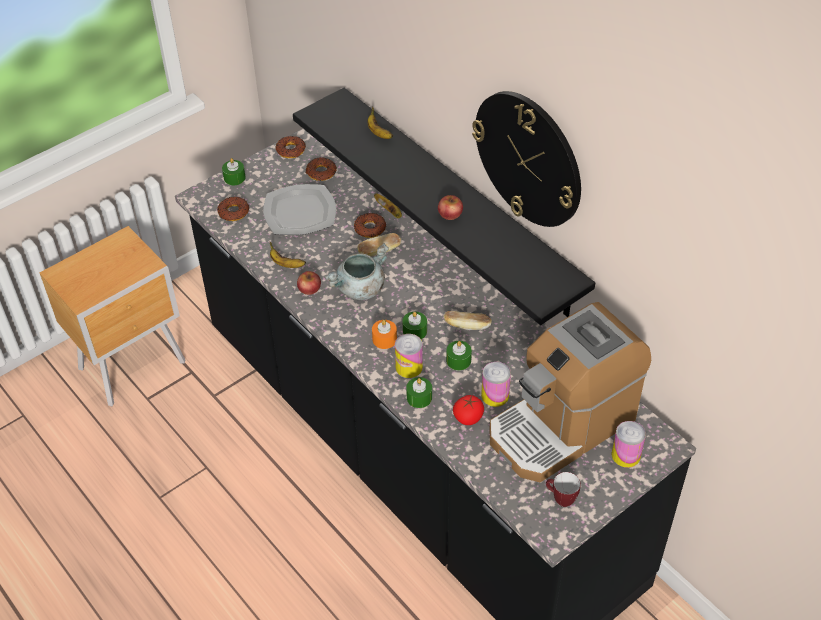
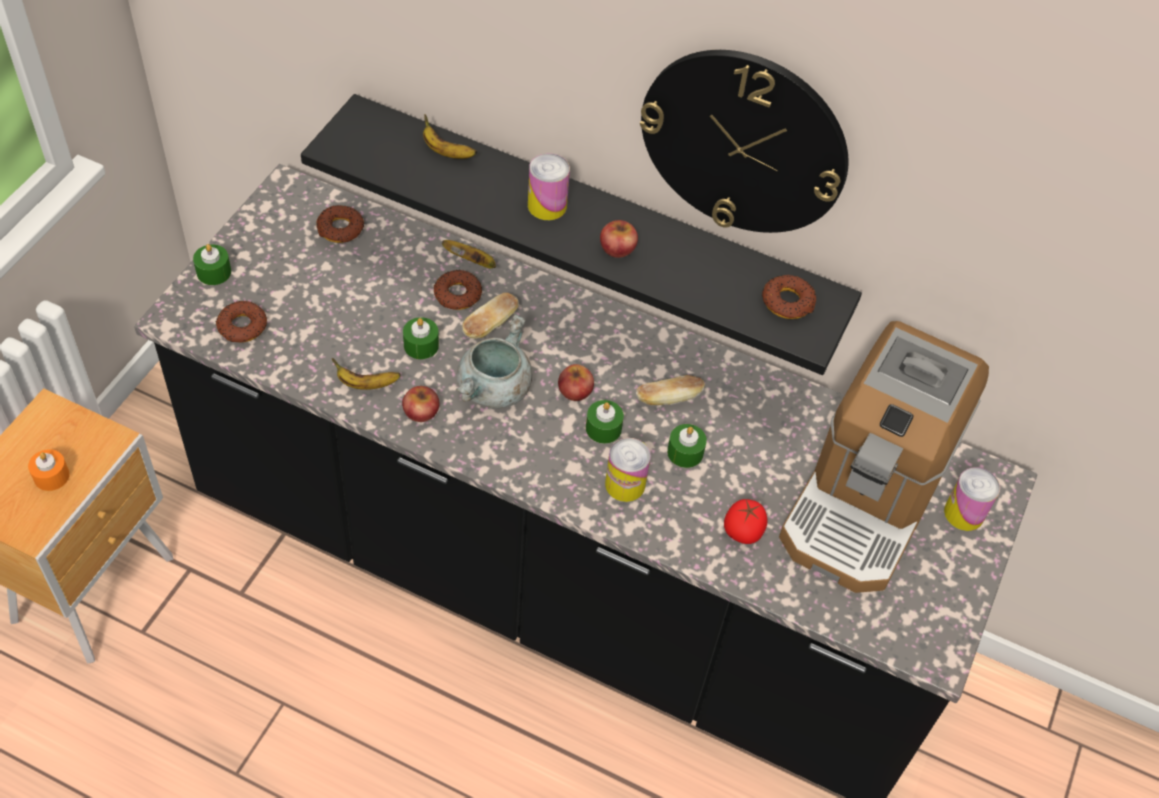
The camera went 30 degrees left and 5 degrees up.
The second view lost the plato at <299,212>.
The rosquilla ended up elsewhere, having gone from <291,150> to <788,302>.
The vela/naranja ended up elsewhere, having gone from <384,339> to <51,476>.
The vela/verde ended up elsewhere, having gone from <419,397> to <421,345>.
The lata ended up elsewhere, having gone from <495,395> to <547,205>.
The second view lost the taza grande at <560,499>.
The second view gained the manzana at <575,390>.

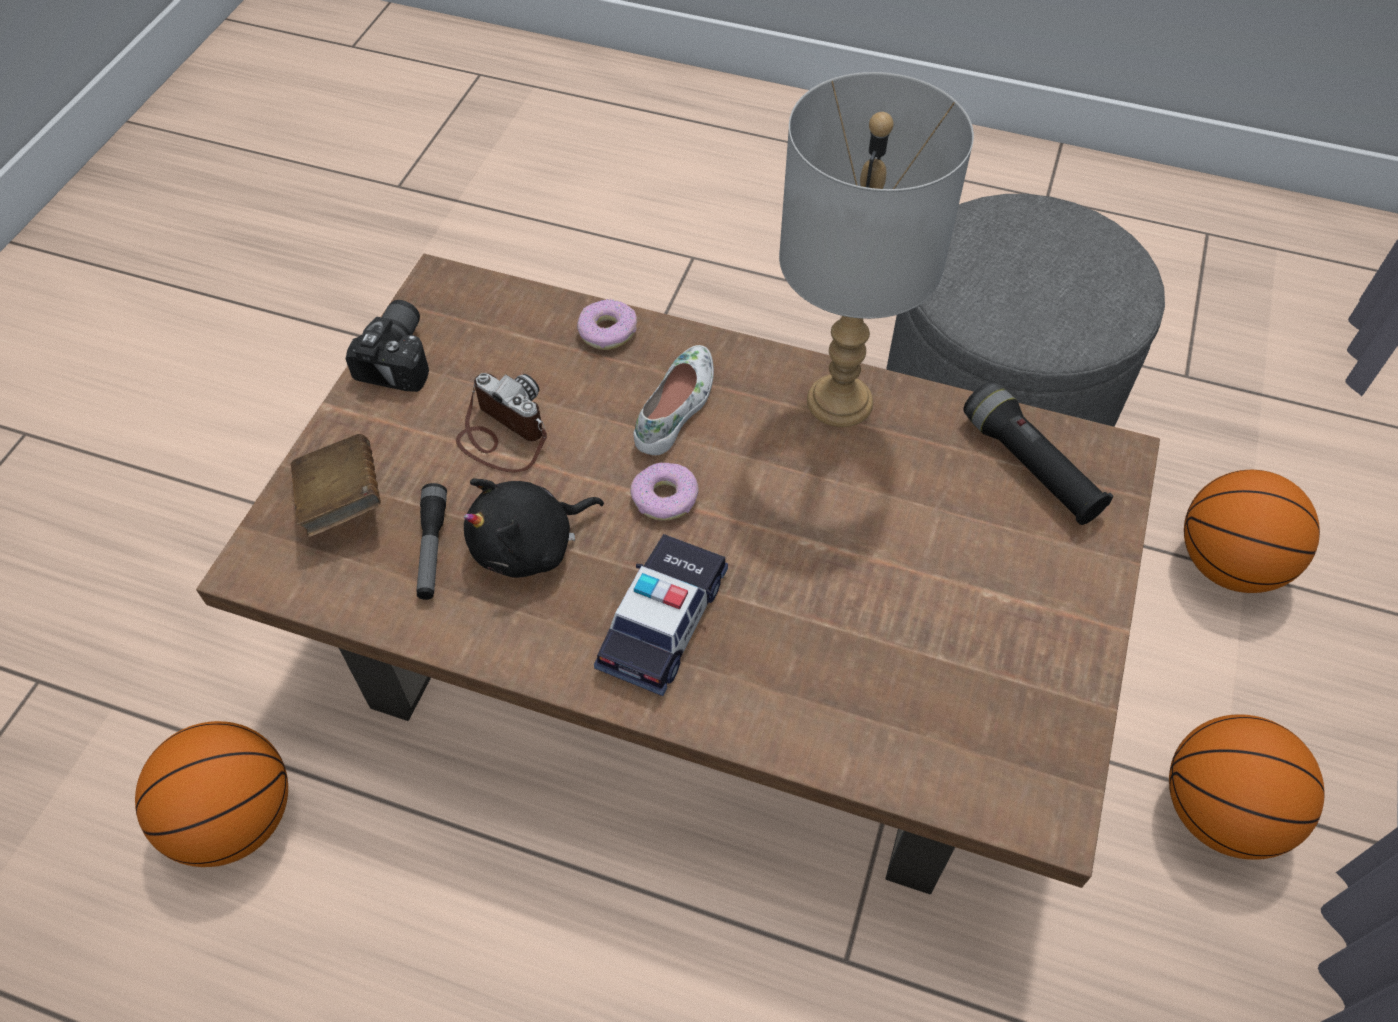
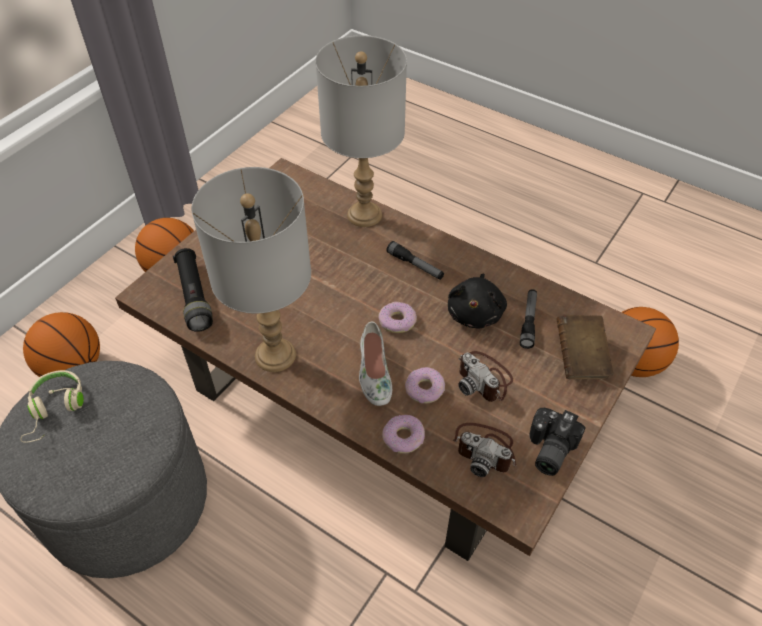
The camera went 165 degrees left and 5 degrees down.
The peluche/negro at <530,545> ended up facing another way, 120 degrees clockwise from before.
Where the coche de juguete stood at <663,621>, the linterna came to stand at <415,265>.
The zapato/blanco at <677,407> ended up facing another way, 45 degrees counterclockwise from before.
The second view gained the auriculares/beis at <55,409>.
The second view gained the lámpara de mesa/gris at <364,215>.
The second view gained the rosquilla at <425,389>.
The second view gained the cámara at <485,449>.

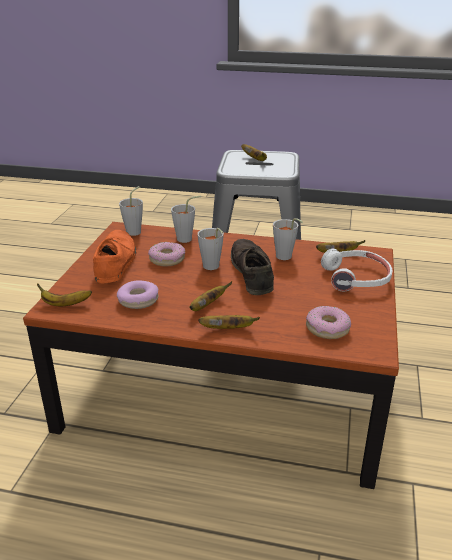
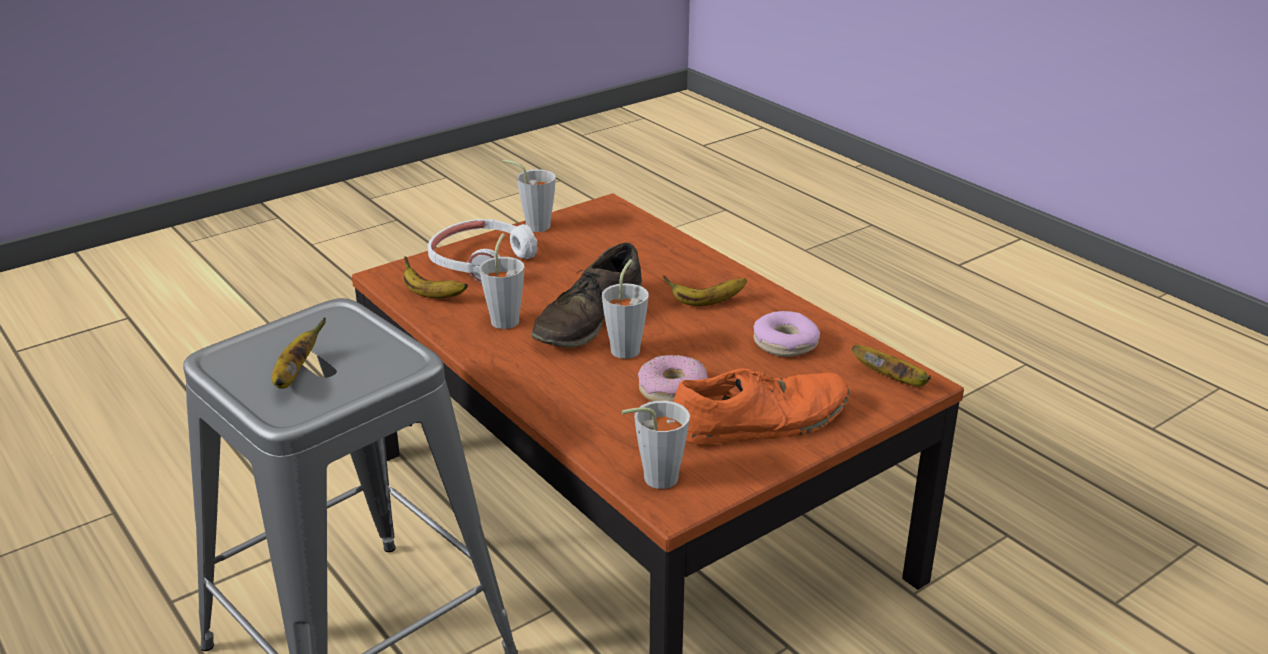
The camera went 140 degrees left and 0 degrees up.
The zapato/naranja at <115,262> ended up facing another way, 150 degrees counterclockwise from before.
The taza/gris ended up elsewhere, having gone from <188,238> to <532,225>.
The second view lost the plátano at <228,329>.
The second view lost the rosquilla at <327,328>.

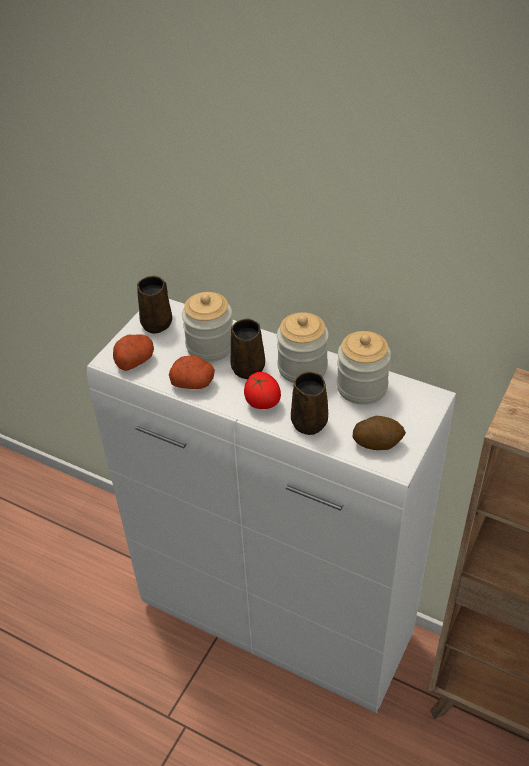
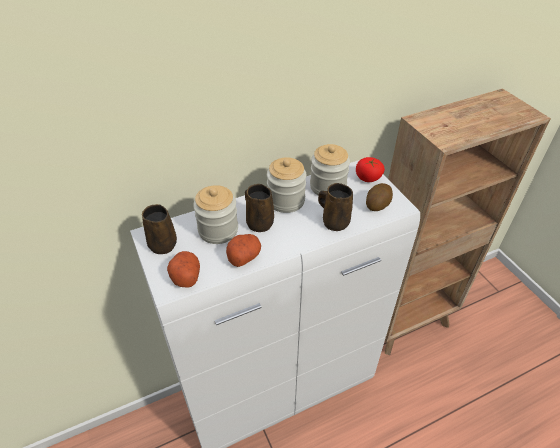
The camera went 55 degrees left and 0 degrees up.
The tomate ended up elsewhere, having gone from <262,402> to <368,178>.

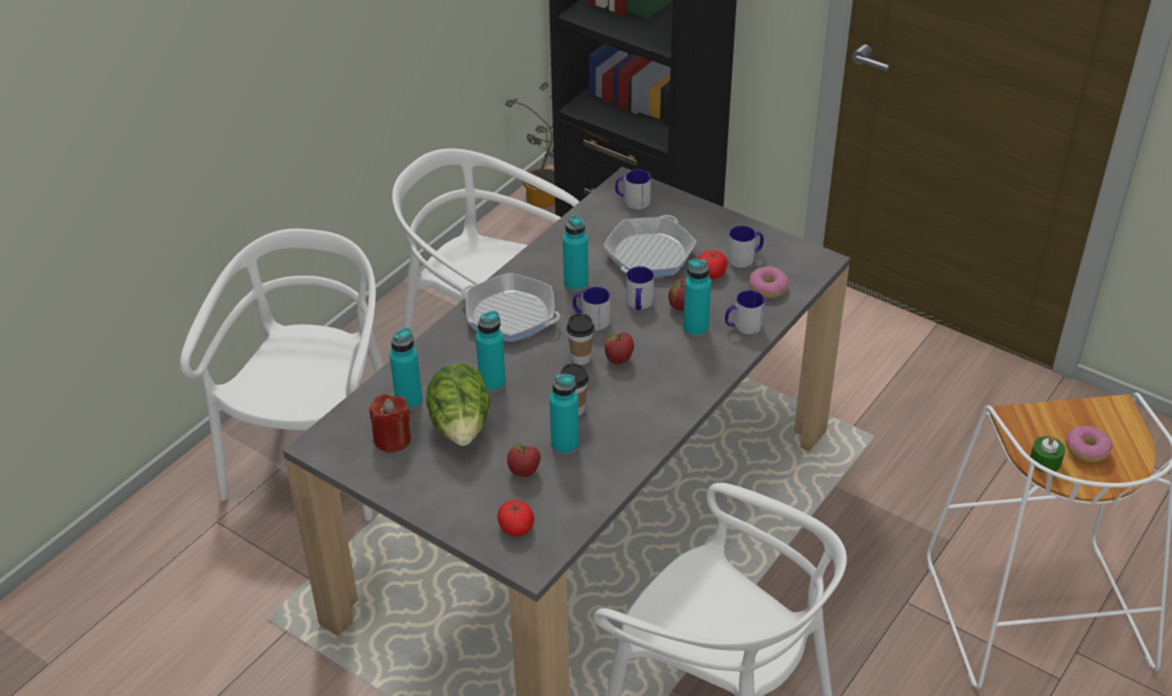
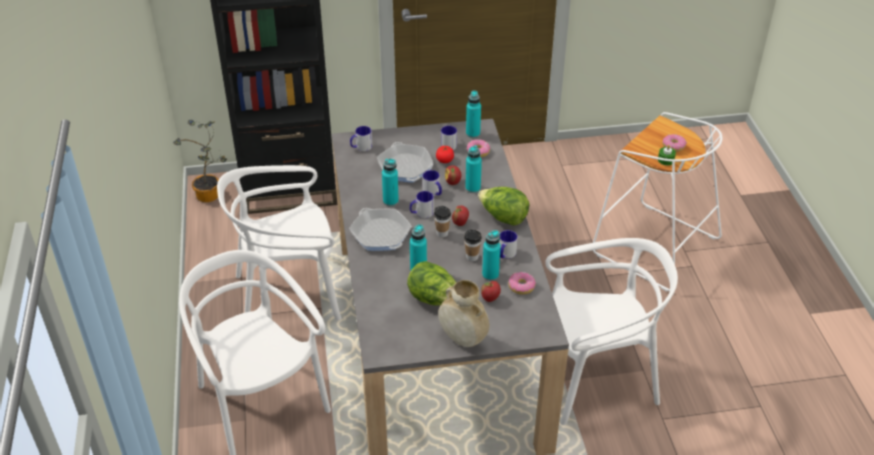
The camera went 45 degrees left and 0 degrees up.
The second view lost the vela/rojo at <392,439>.
The botella/turquesa ended up elsewhere, having gone from <409,401> to <473,134>.
The sartén at <510,315> ended up facing another way, 105 degrees counterclockwise from before.
The second view lost the tomate at <516,527>.
The taza grande ended up elsewhere, having gone from <742,326> to <505,254>.
The second view gained the florero/beis at <462,338>.
The second view gained the lechuga at <503,217>.
The second view gained the rosquilla at <521,287>.

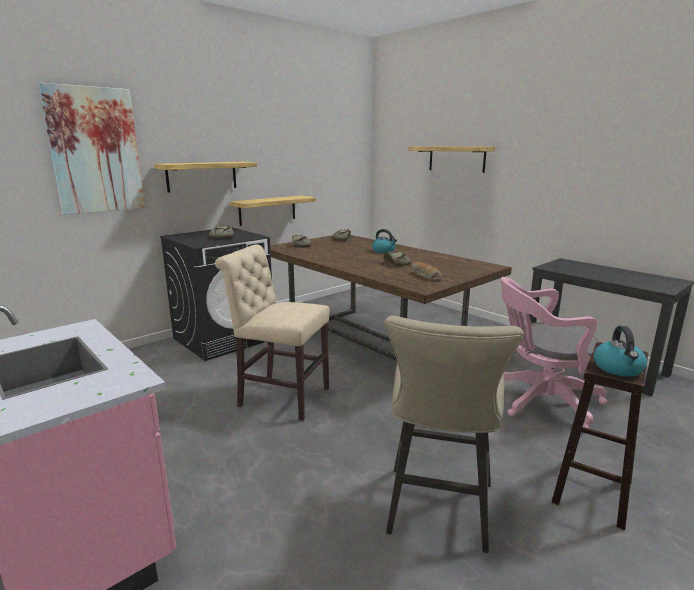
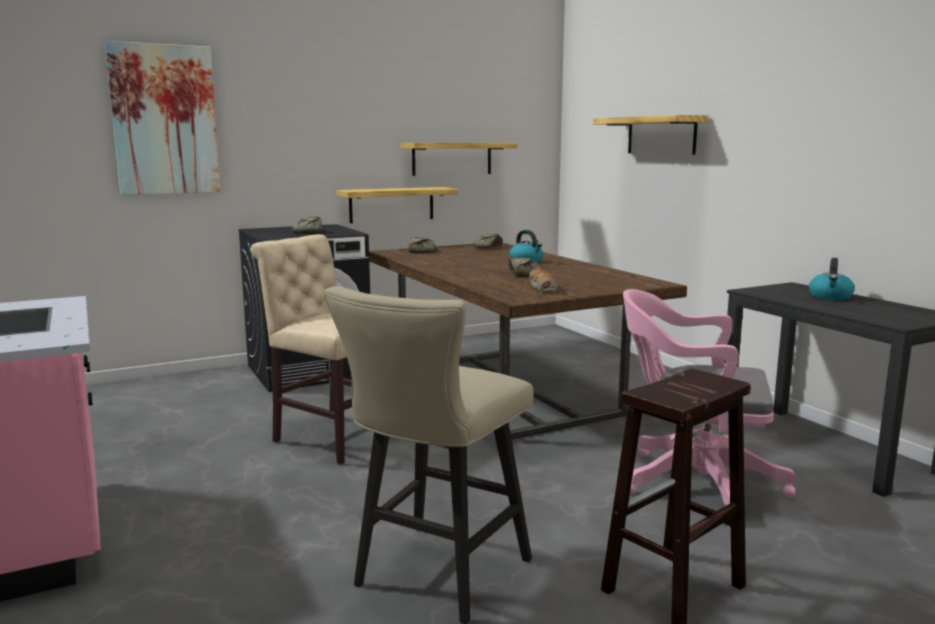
The camera went 15 degrees right and 5 degrees down.
The estante ended up elsewhere, having gone from <202,176> to <452,158>.
The hervidor ended up elsewhere, having gone from <618,368> to <830,297>.

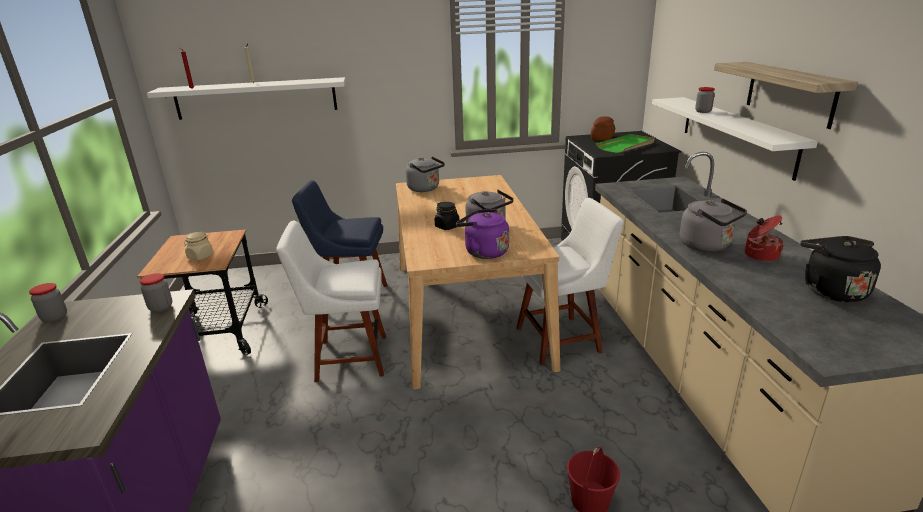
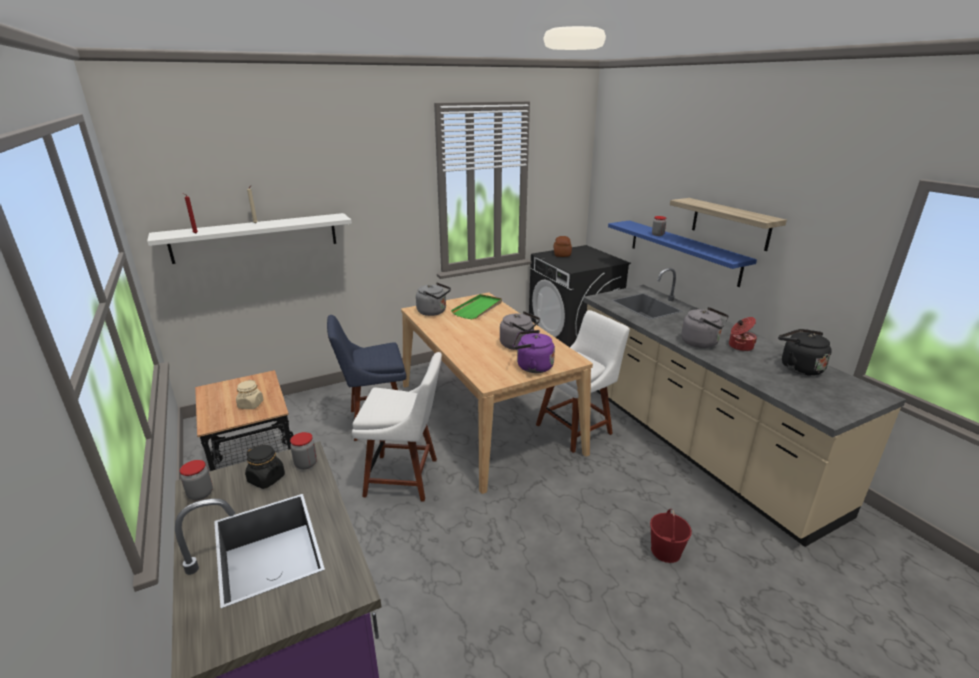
The camera went 20 degrees left and 0 degrees up.
The silla/blanco at <347,358> ended up facing another way, 150 degrees counterclockwise from before.
The tarro/negro ended up elsewhere, having gone from <447,226> to <267,479>.
The bandeja/verde ended up elsewhere, having gone from <626,146> to <478,308>.
What was the estante/blanco at <735,134> turned into the estante/azul at <683,251>.

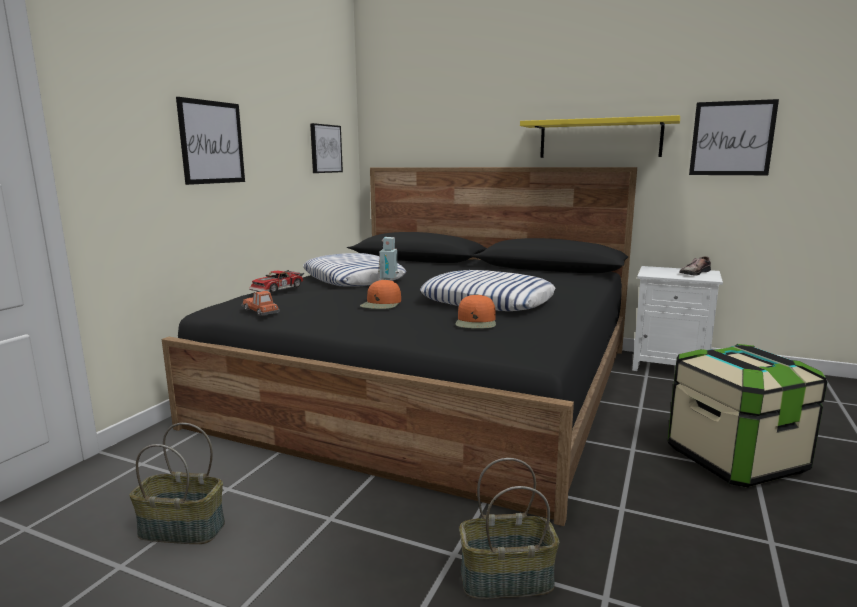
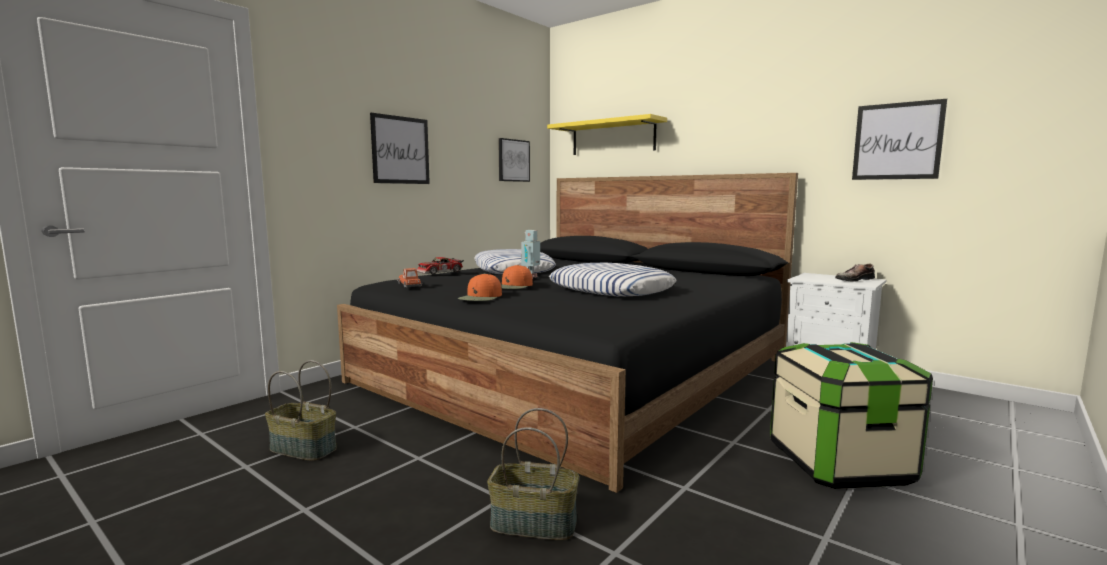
The camera went 15 degrees right and 5 degrees down.
The gorra/naranja ended up elsewhere, having gone from <476,322> to <481,297>.
The estante/amarillo ended up elsewhere, having gone from <599,139> to <613,137>.

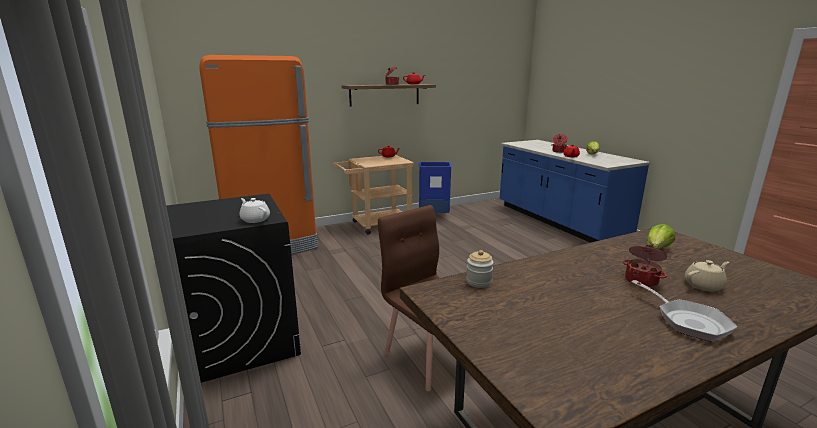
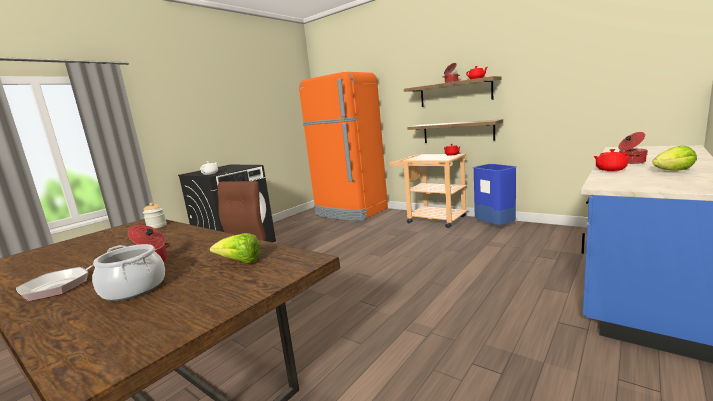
The camera went 65 degrees right and 5 degrees down.
Where the tetera/beis stood at <704,285>, the olla came to stand at <134,288>.
The second view gained the estante at <457,132>.

